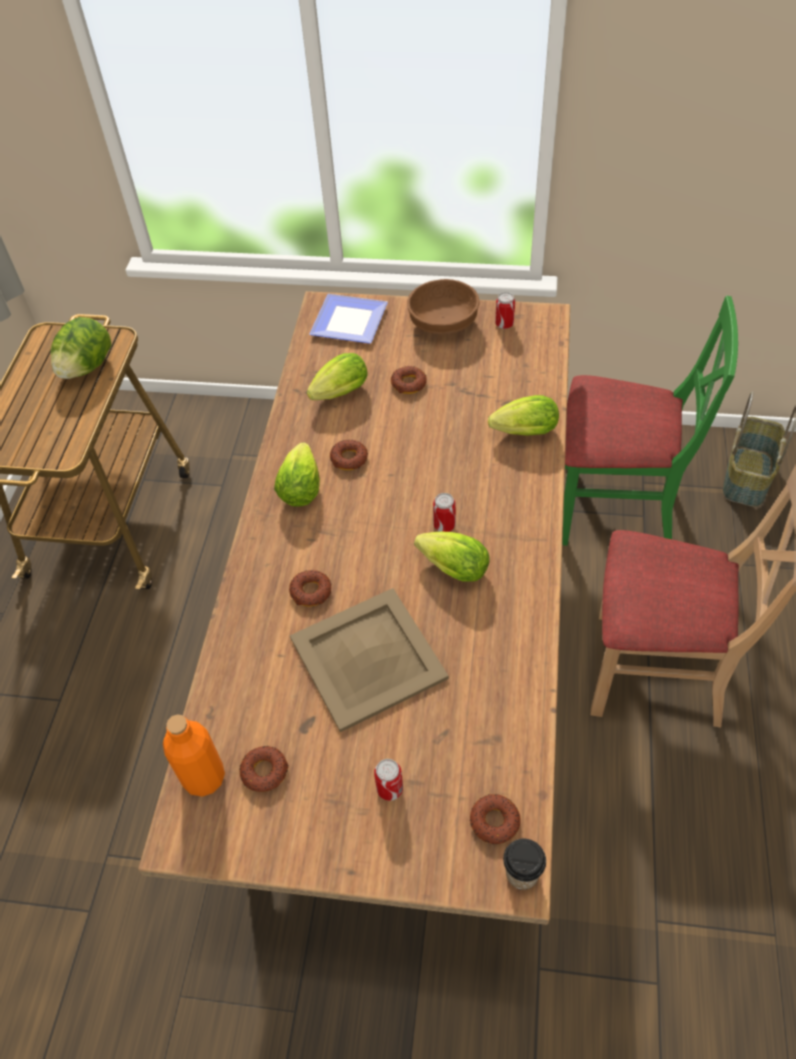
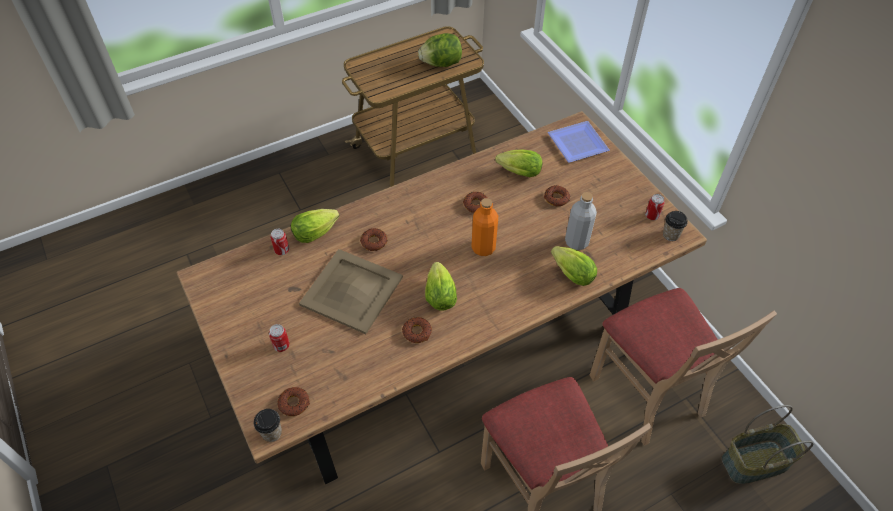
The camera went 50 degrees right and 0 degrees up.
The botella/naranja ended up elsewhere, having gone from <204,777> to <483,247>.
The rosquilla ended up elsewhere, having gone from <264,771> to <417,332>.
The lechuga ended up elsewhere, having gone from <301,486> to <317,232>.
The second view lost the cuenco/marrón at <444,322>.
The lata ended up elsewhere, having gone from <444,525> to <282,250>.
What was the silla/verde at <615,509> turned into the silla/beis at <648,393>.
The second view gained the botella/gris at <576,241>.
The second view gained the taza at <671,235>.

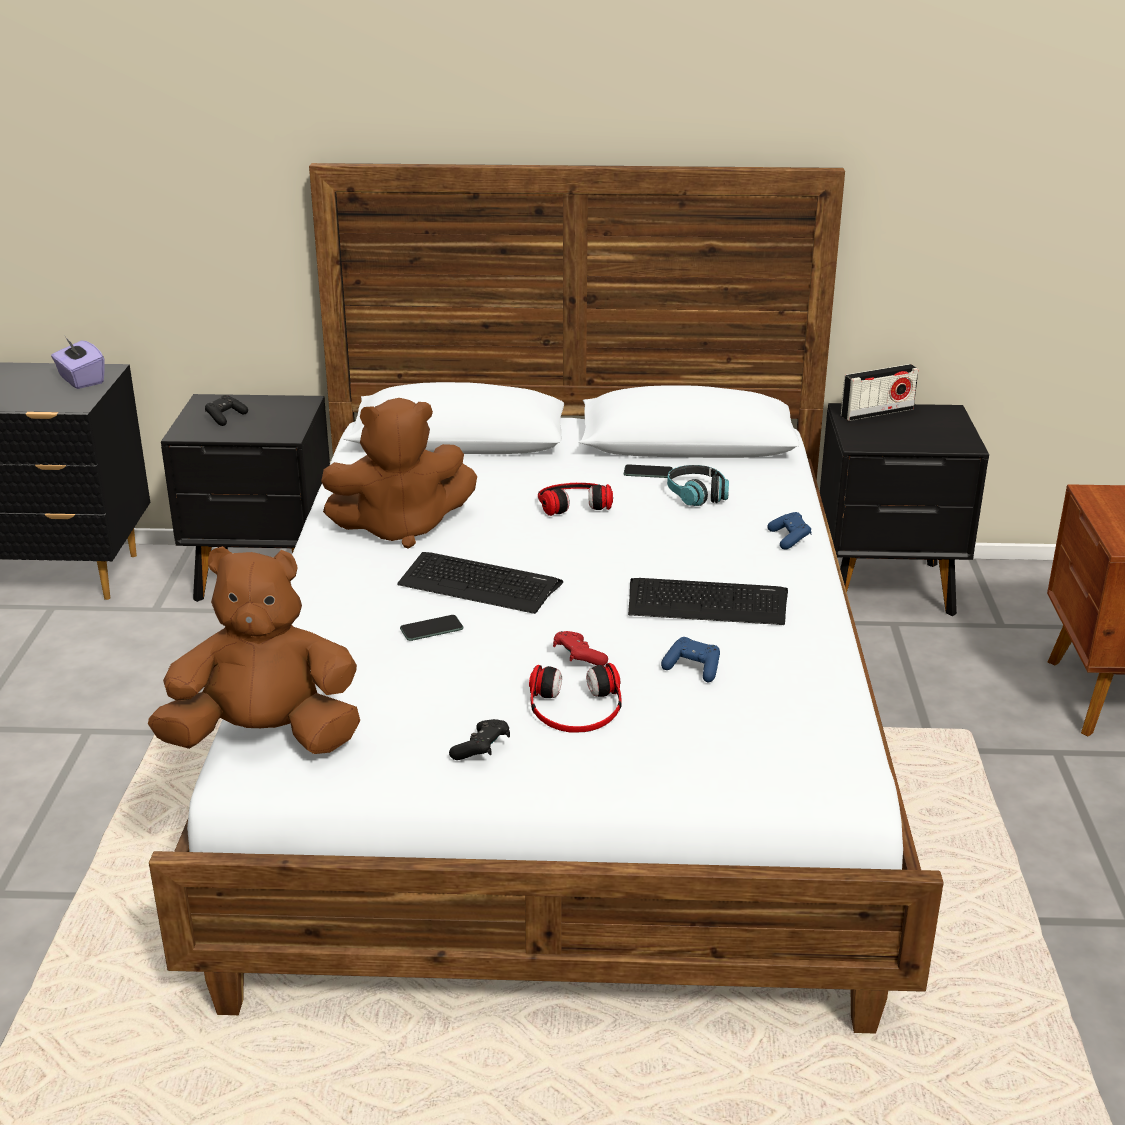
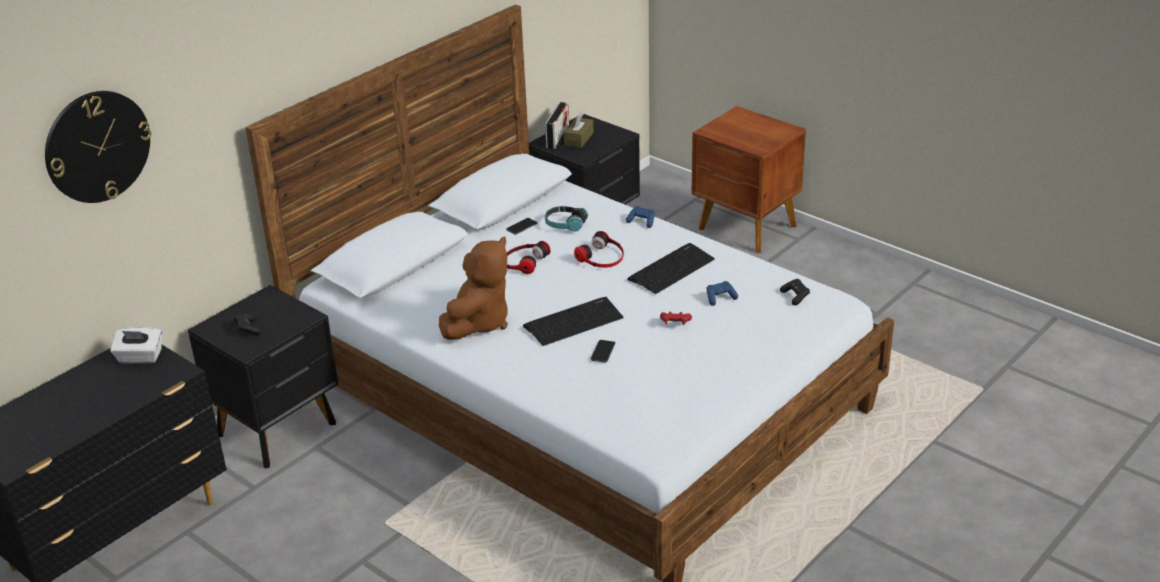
The camera went 50 degrees left and 5 degrees up.
What was the caja de pañuelos/morado at <81,380> turned into the caja de pañuelos/blanco at <140,357>.
The second view lost the peluche/marrón at <265,738>.
The mando de consola/negro ended up elsewhere, having gone from <482,750> to <795,296>.
The auriculares ended up elsewhere, having gone from <575,708> to <602,257>.
The second view gained the reloj de pared at <97,146>.
The second view gained the caja de pañuelos/marrón at <579,139>.

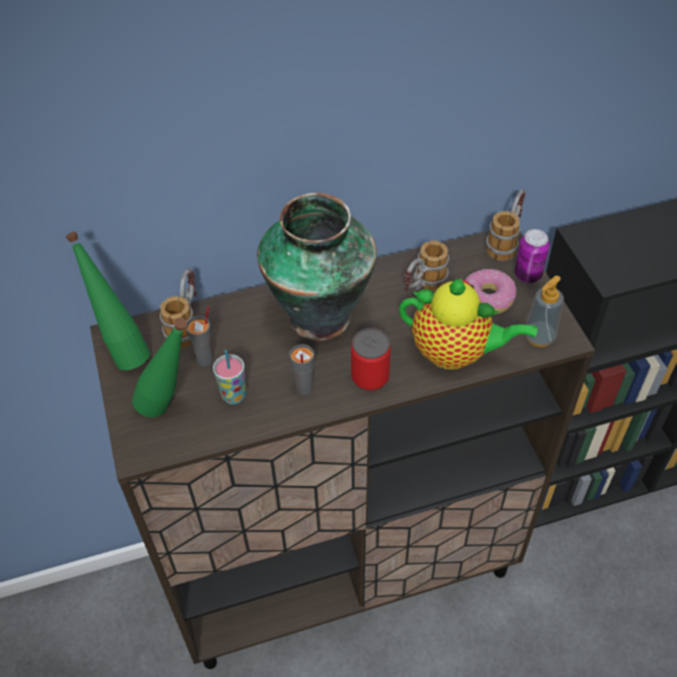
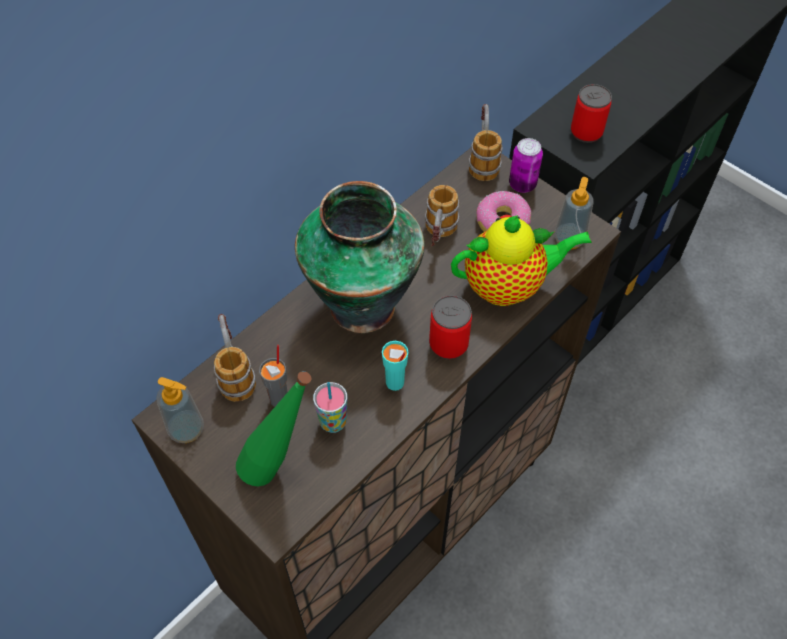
The camera went 30 degrees left and 5 degrees up.
Where the botella/verde stood at <122,351>, the dispensador de jabón came to stand at <187,429>.
What was the taza/gris at <304,388> turned into the taza/turquesa at <395,383>.
The second view gained the lata at <586,132>.

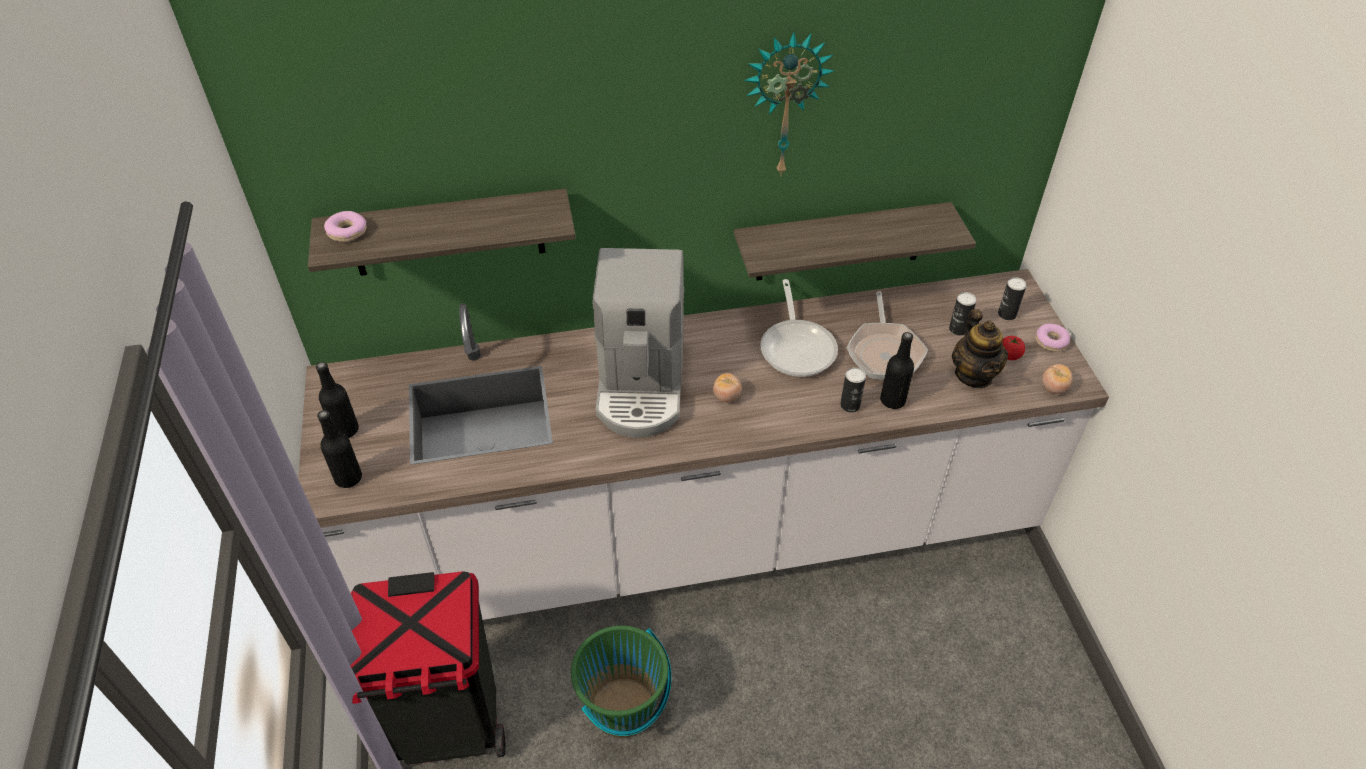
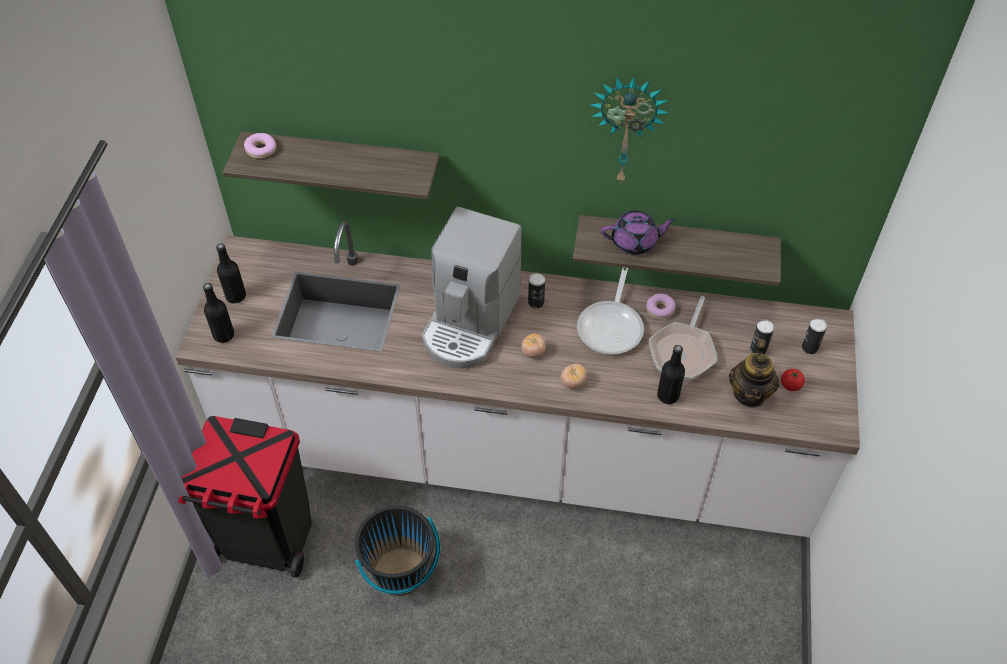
The camera went 20 degrees right and 5 degrees up.
What was the cubo/verde at <624,709> turned into the cubo/negro at <400,572>.
The lata ended up elsewhere, having gone from <850,405> to <536,302>.
The rosquilla ended up elsewhere, having gone from <1051,341> to <660,309>.
The tomate ended up elsewhere, having gone from <1053,388> to <573,382>.
The second view gained the tetera/morado at <635,242>.

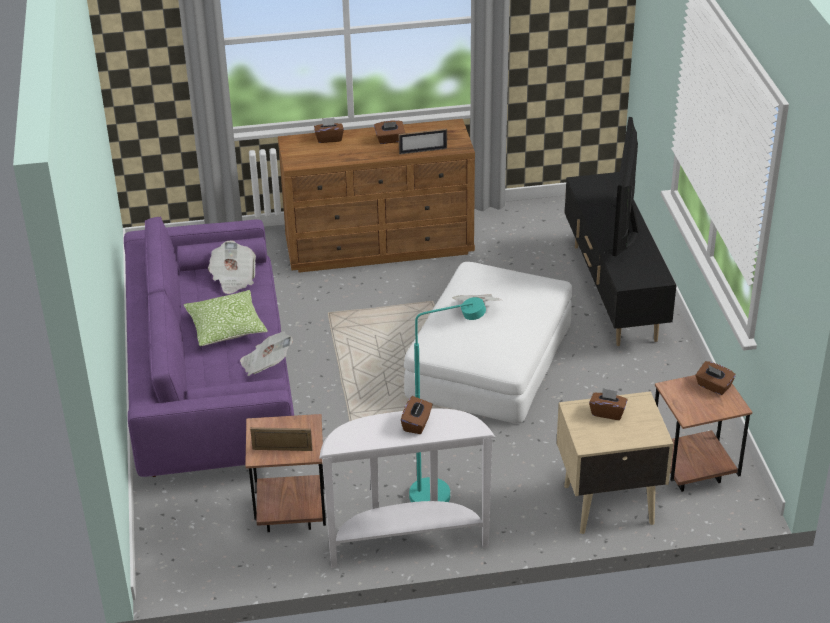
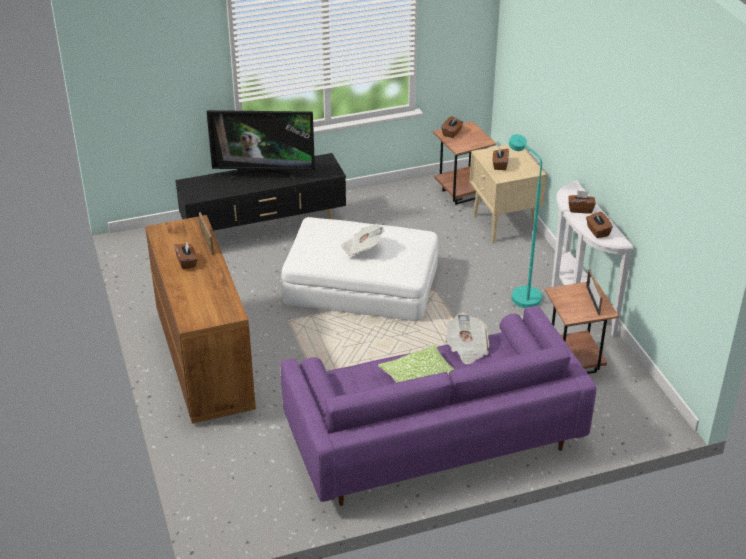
The camera went 100 degrees left and 0 degrees up.
The second view lost the periódico at <233,278>.
The caja de pañuelos/marrón ended up elsewhere, having gone from <329,139> to <597,231>.

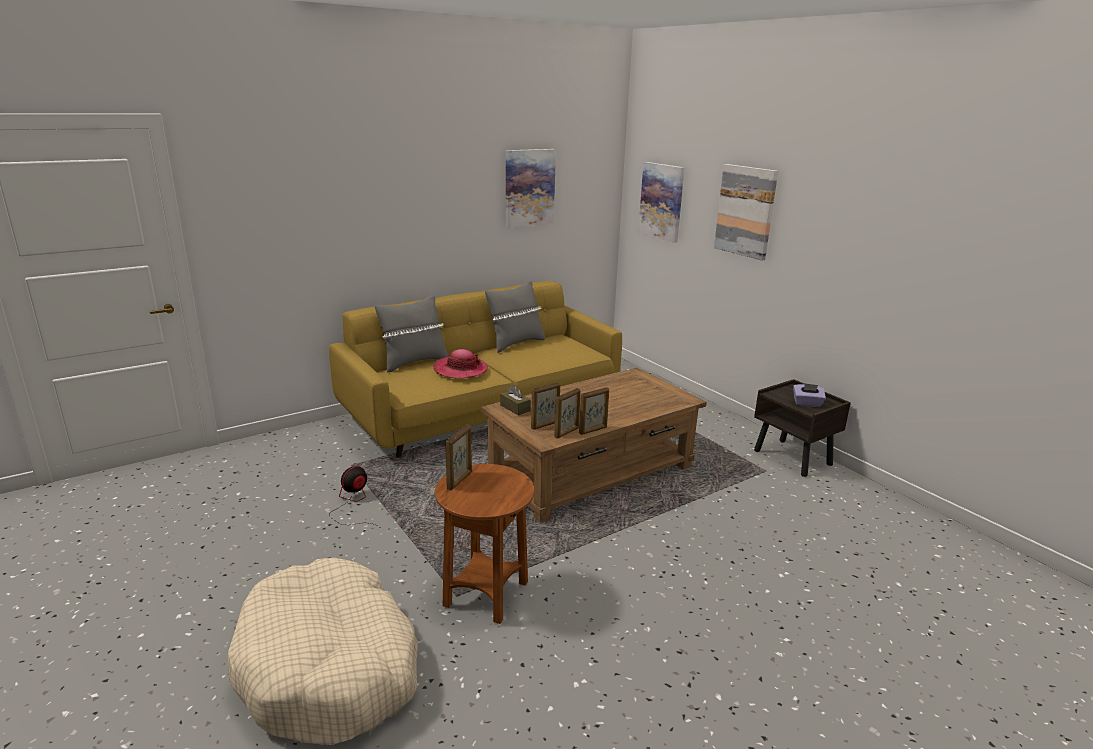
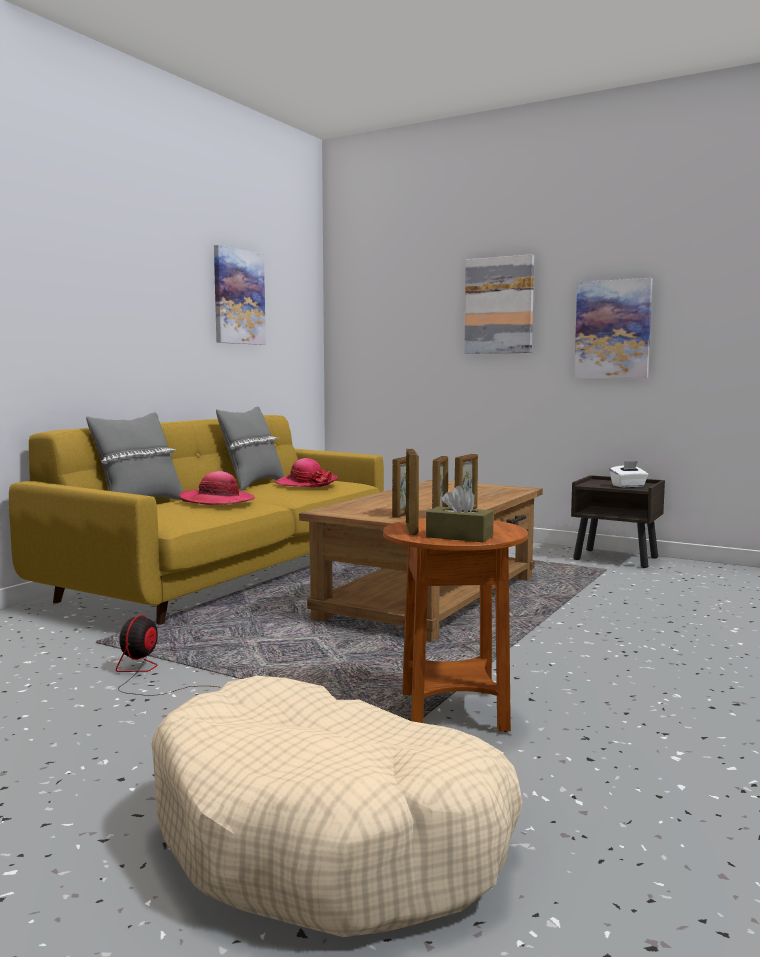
The camera went 25 degrees left and 15 degrees down.
The caja de pañuelos/marrón ended up elsewhere, having gone from <515,408> to <459,536>.
The cuadro ended up elsewhere, having gone from <661,201> to <613,329>.
What was the caja de pañuelos/morado at <807,403> turned into the caja de pañuelos/blanco at <628,486>.
The second view gained the sombrero at <306,483>.

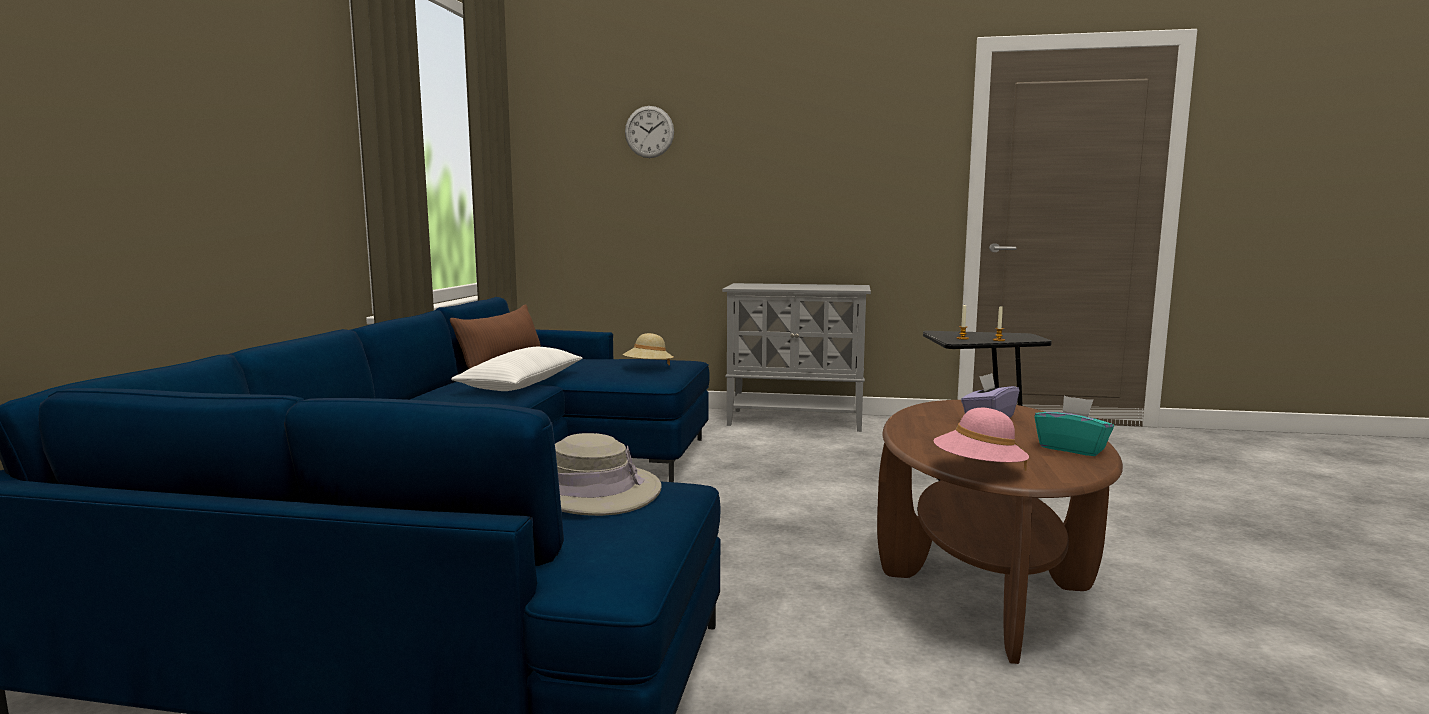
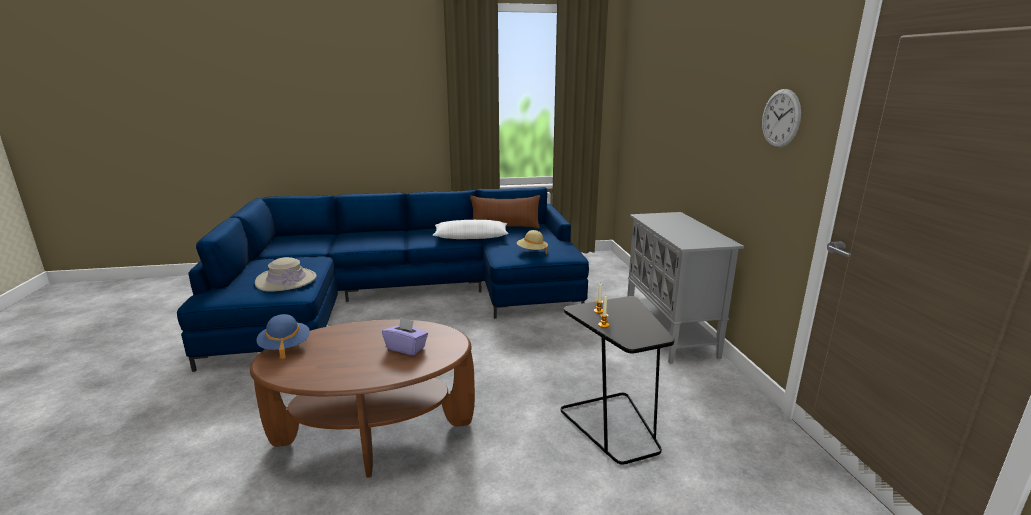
The camera went 70 degrees right and 10 degrees up.
The reloj de pared ended up elsewhere, having gone from <649,132> to <781,118>.
What was the sombrero/rosa at <978,470> turned into the sombrero/azul at <285,346>.
The second view lost the caja de pañuelos/turquesa at <1072,448>.

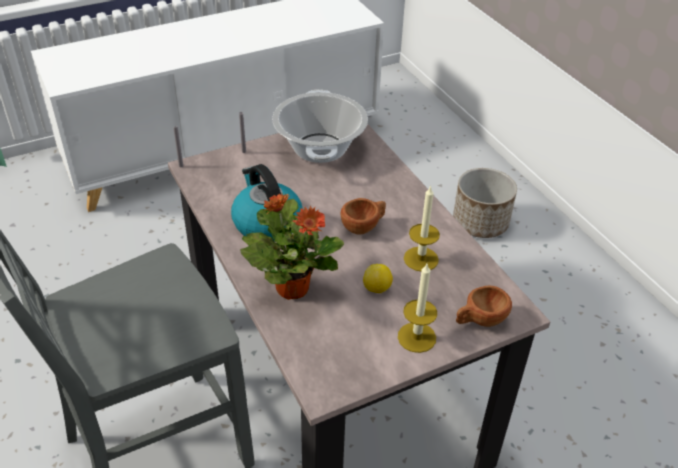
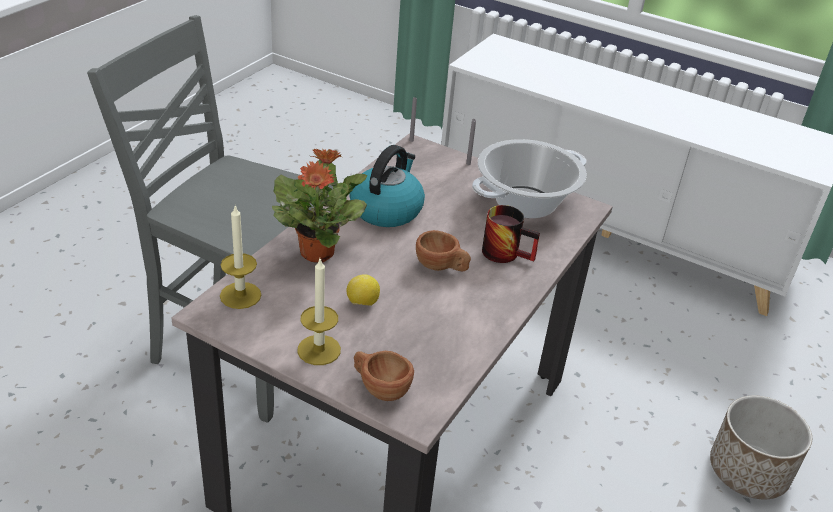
The camera went 55 degrees right and 5 degrees down.
The vela ended up elsewhere, having gone from <421,259> to <240,295>.
The second view gained the taza grande at <507,252>.

